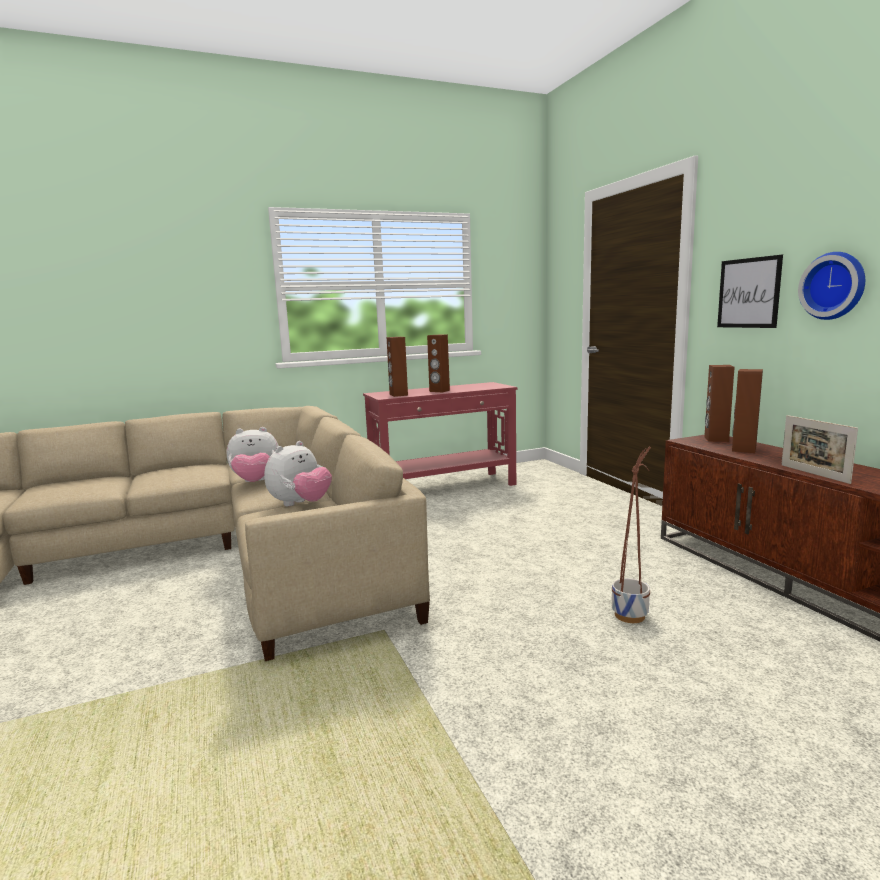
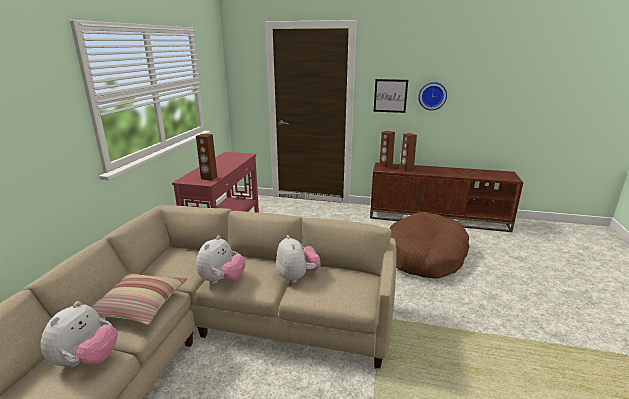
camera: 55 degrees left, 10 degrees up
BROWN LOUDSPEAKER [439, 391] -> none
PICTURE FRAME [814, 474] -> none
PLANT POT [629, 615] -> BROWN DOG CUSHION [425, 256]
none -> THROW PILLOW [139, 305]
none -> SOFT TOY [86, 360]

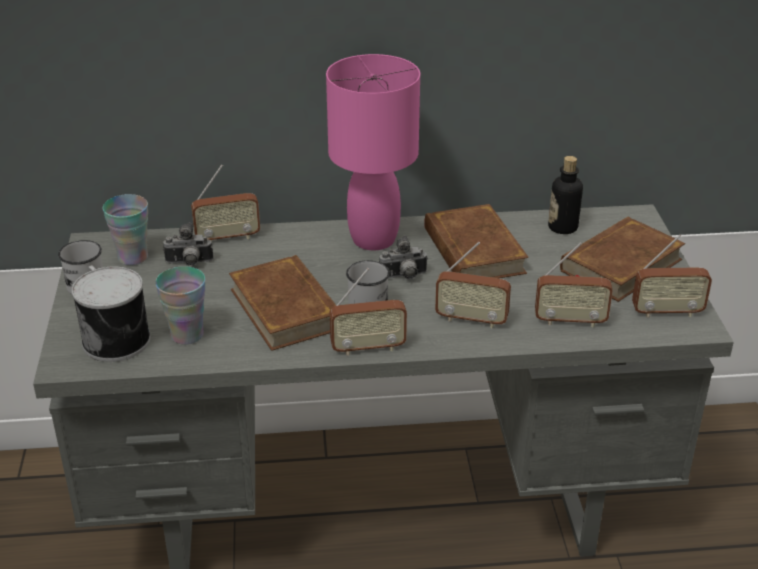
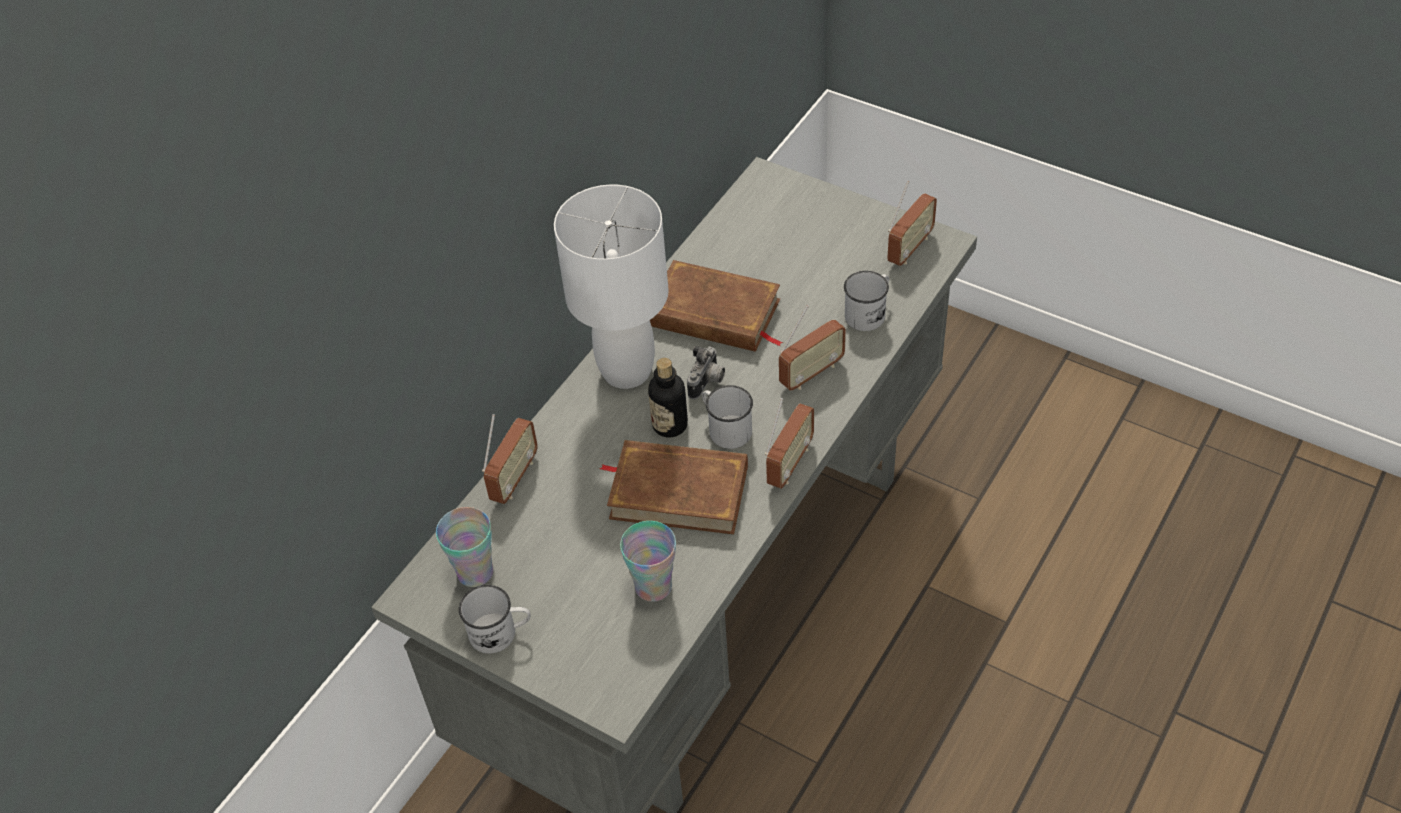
camera: 50 degrees left, 15 degrees up
PINK TABLETOP LAMP [373, 239] -> WHITE-COLOURED TABLETOP LAMP [627, 371]
BEVERAGE BOTTLE [562, 227] -> BEVERAGE BOTTLE [670, 425], relocated
BROWN BOUND BOOK [620, 265] -> none
STILL CAMERA [189, 263] -> none
RADIO [570, 321] -> WHITE-COLOURED MUG [869, 313]
CAN [118, 340] -> none

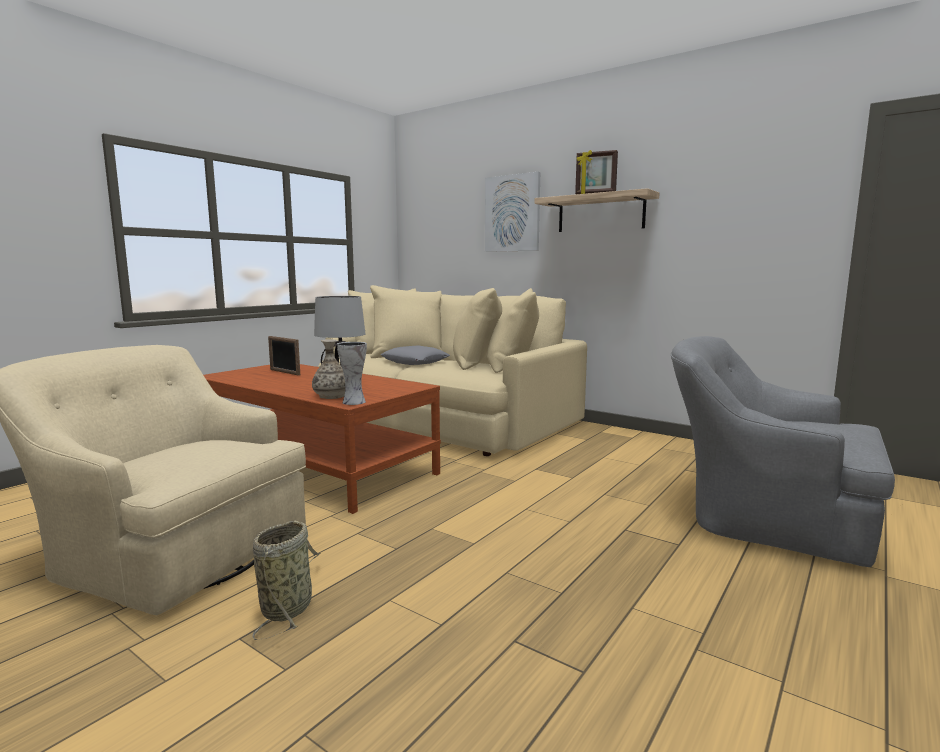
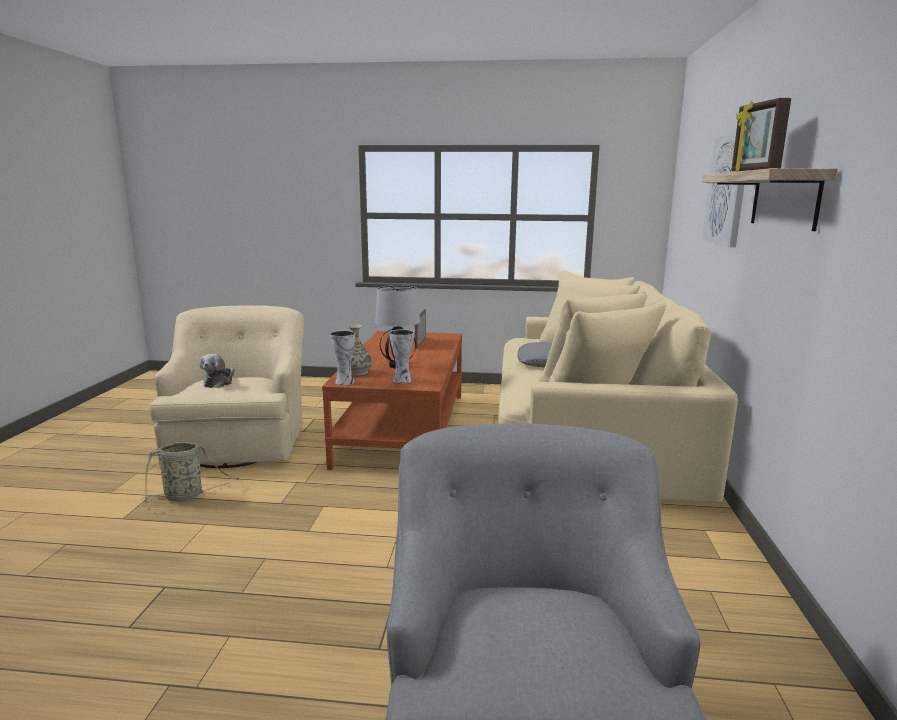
camera: 60 degrees right, 5 degrees up
none -> DECORATIVE VASE [402, 380]
none -> SOFT TOY [219, 382]

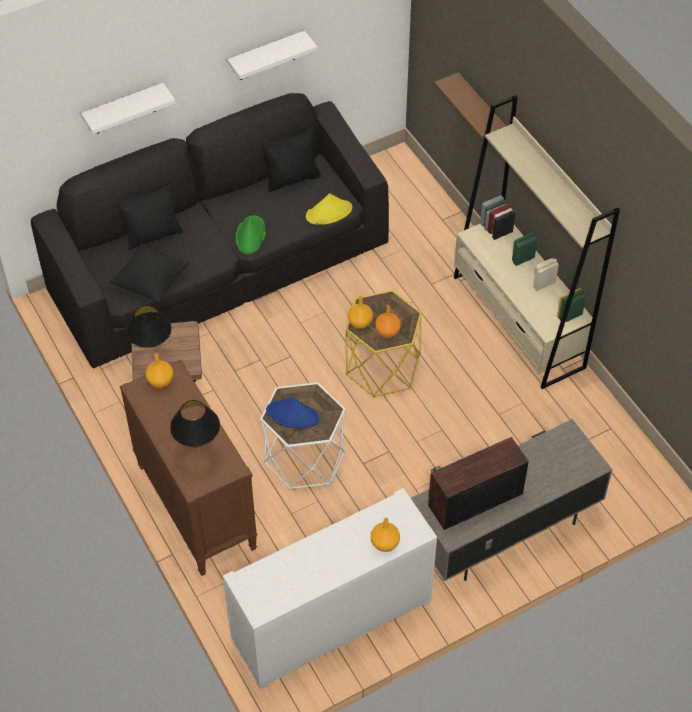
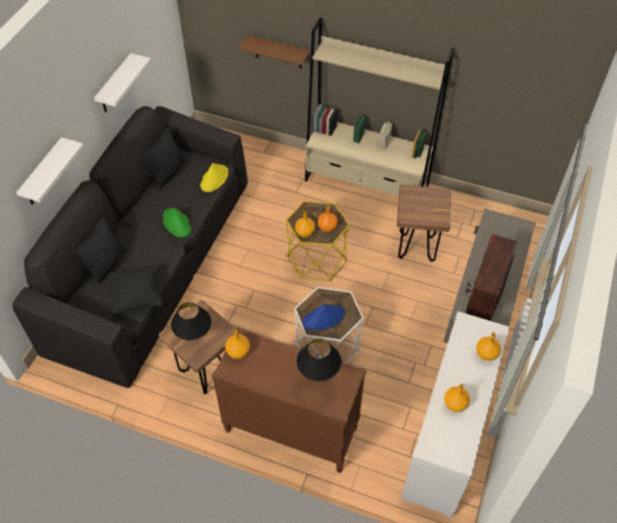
camera: 40 degrees left, 0 degrees up
none -> BROWN STOOL SEAT [416, 248]
none -> ORANGE DECORATIVE VASE [454, 404]

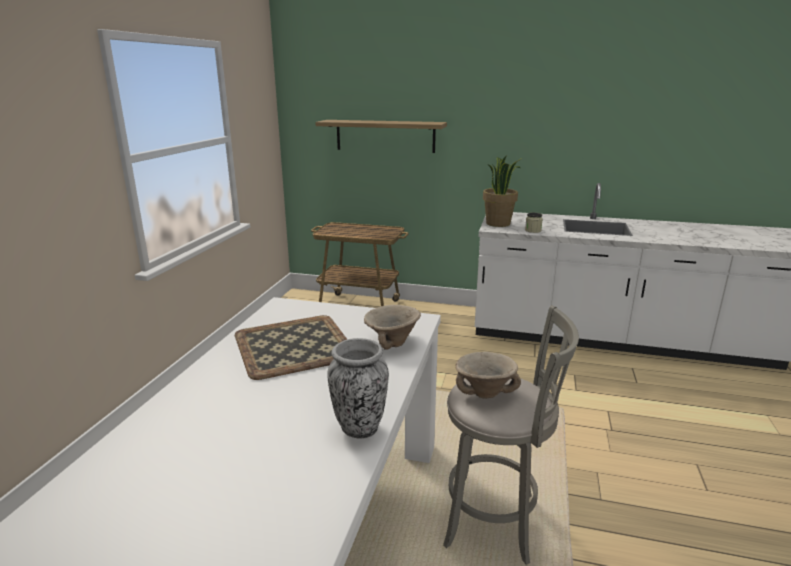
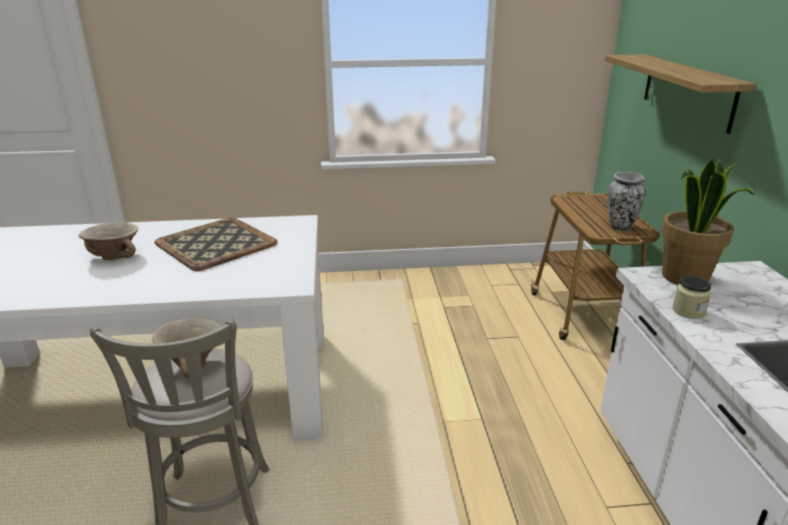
camera: 70 degrees right, 5 degrees up
BEIGE-COLOURED BOWL [391, 342] -> BEIGE-COLOURED BOWL [115, 256], relocated
DECORATIVE VASE [360, 428] -> DECORATIVE VASE [620, 227], relocated

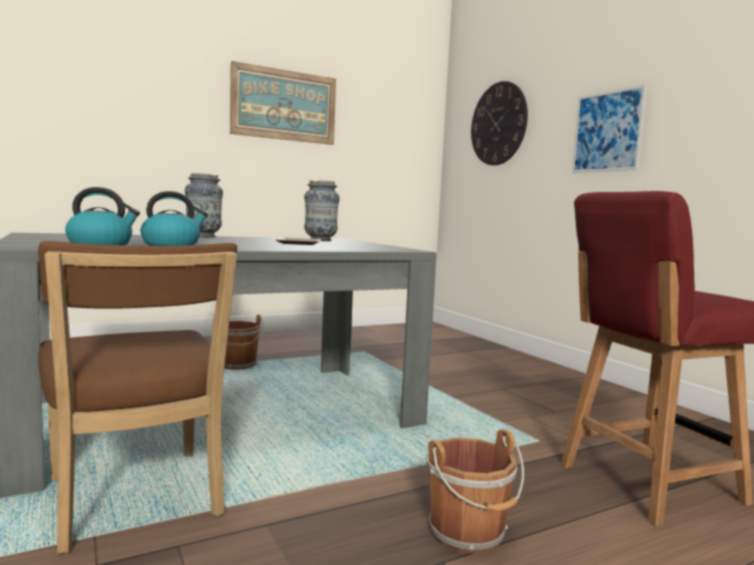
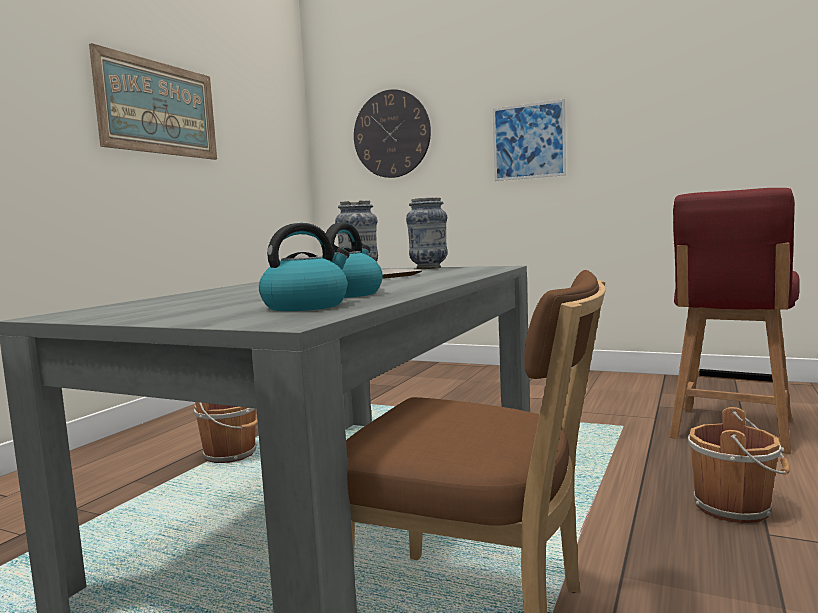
camera: 35 degrees left, 0 degrees up
DECORATIVE VASE [203, 236] -> DECORATIVE VASE [428, 268], relocated

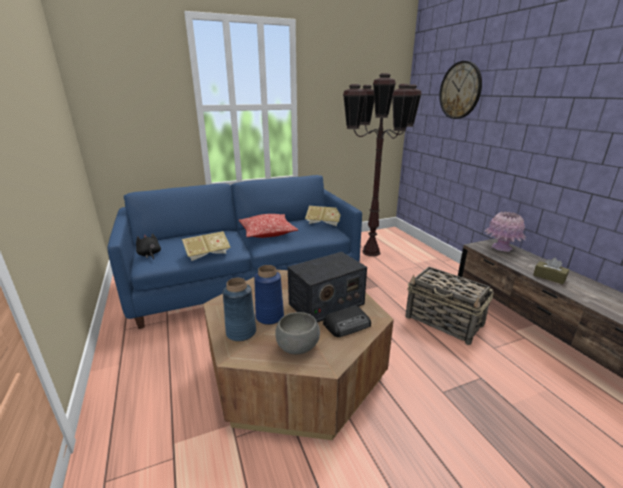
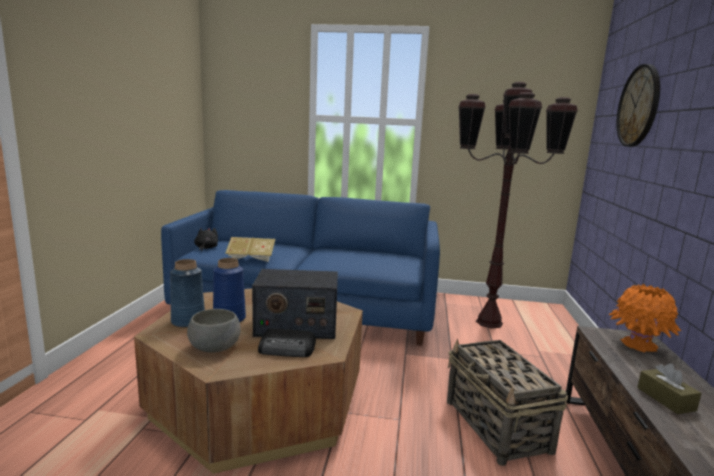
camera: 30 degrees right, 10 degrees down
BOUND BOOK [323, 223] -> none
PINK DECORATIVE VASE [501, 247] -> ORANGE DECORATIVE VASE [638, 345]
THROW PILLOW [267, 233] -> none

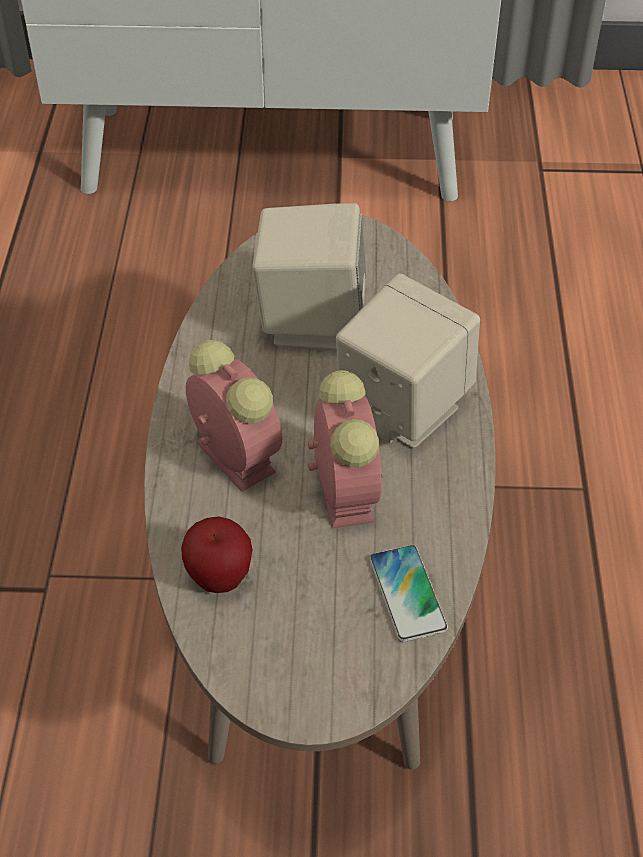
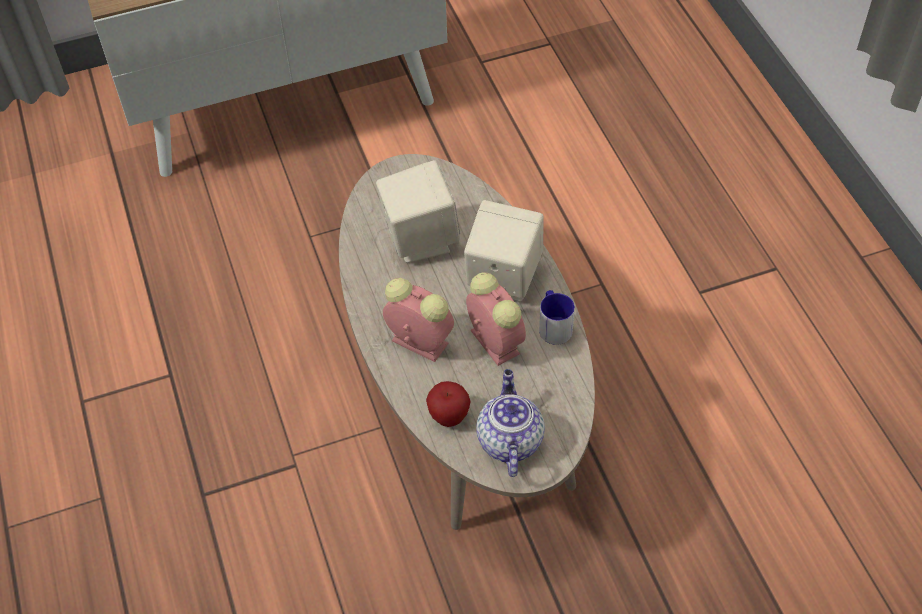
camera: 20 degrees left, 5 degrees up
HANDSET [407, 594] -> none
none -> MUG [553, 325]
none -> TEA POT [509, 440]

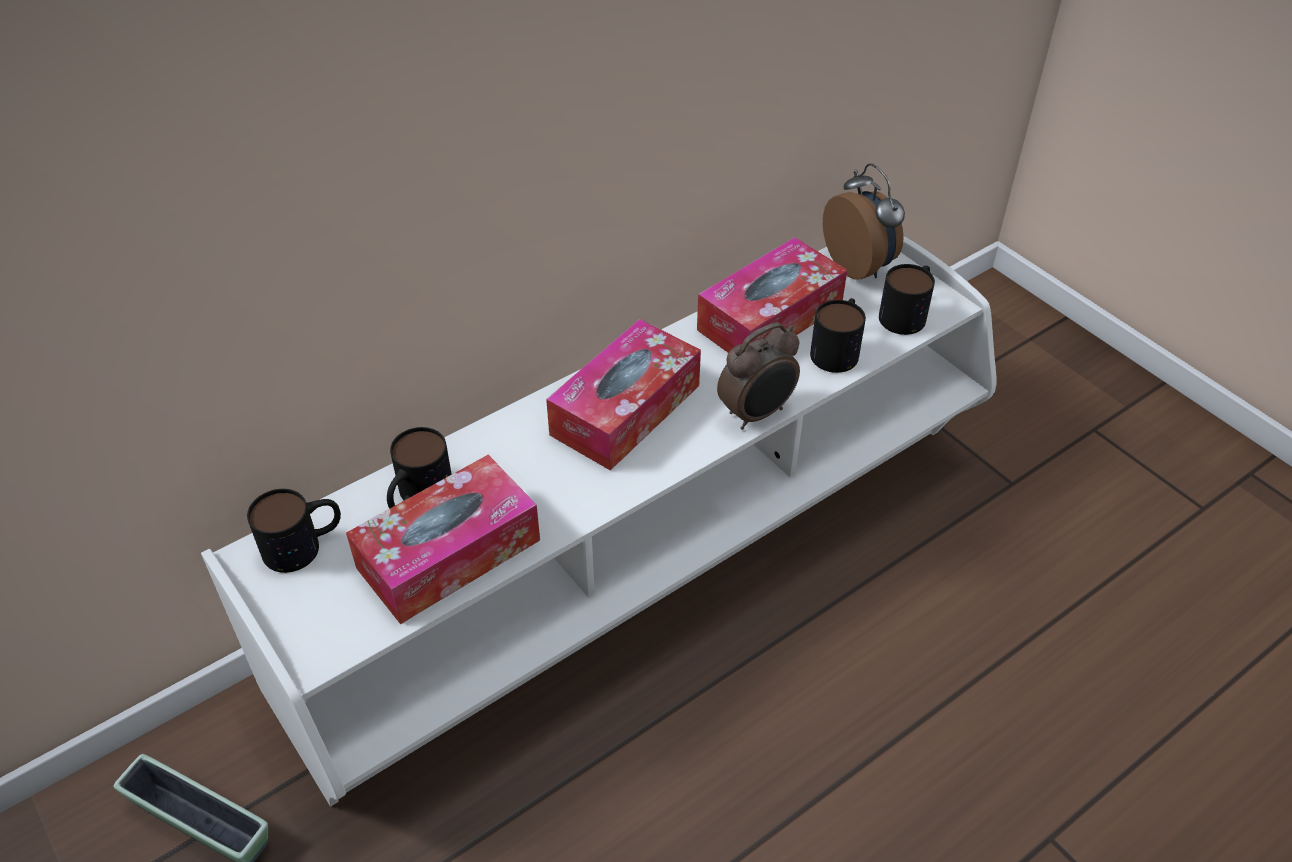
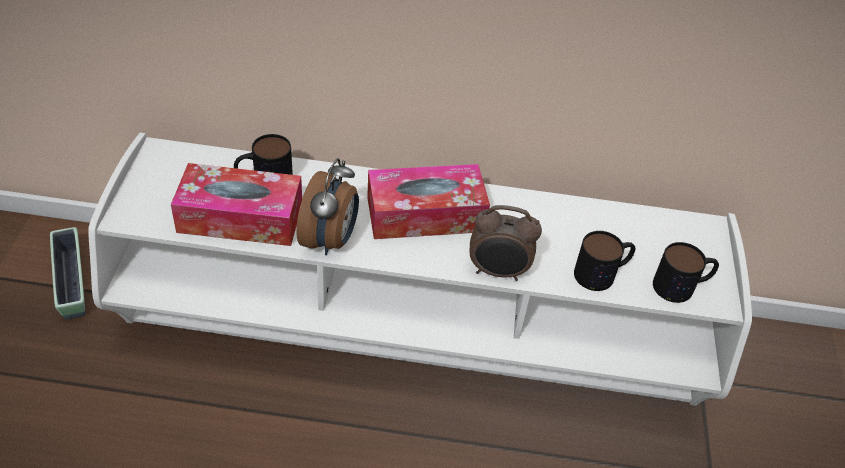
camera: 40 degrees right, 0 degrees up
TABLE CLOCK [860, 266] -> TABLE CLOCK [330, 240], relocated
BOX OF TISSUES [770, 318] -> none
MUG [304, 544] -> none

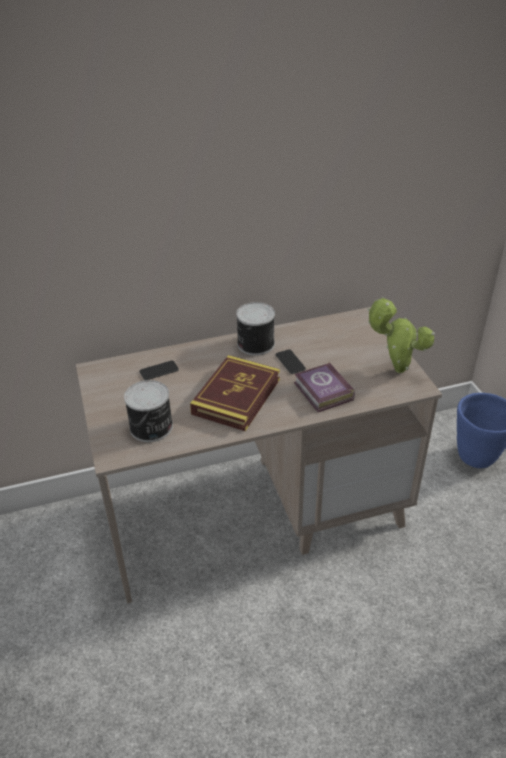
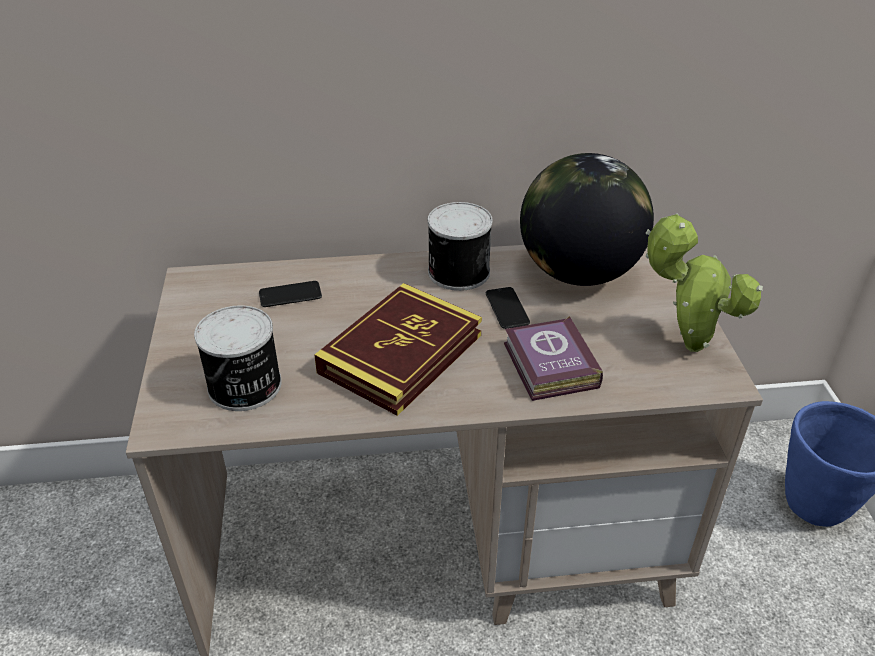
camera: 10 degrees right, 0 degrees up
none -> GLOBE [578, 273]

